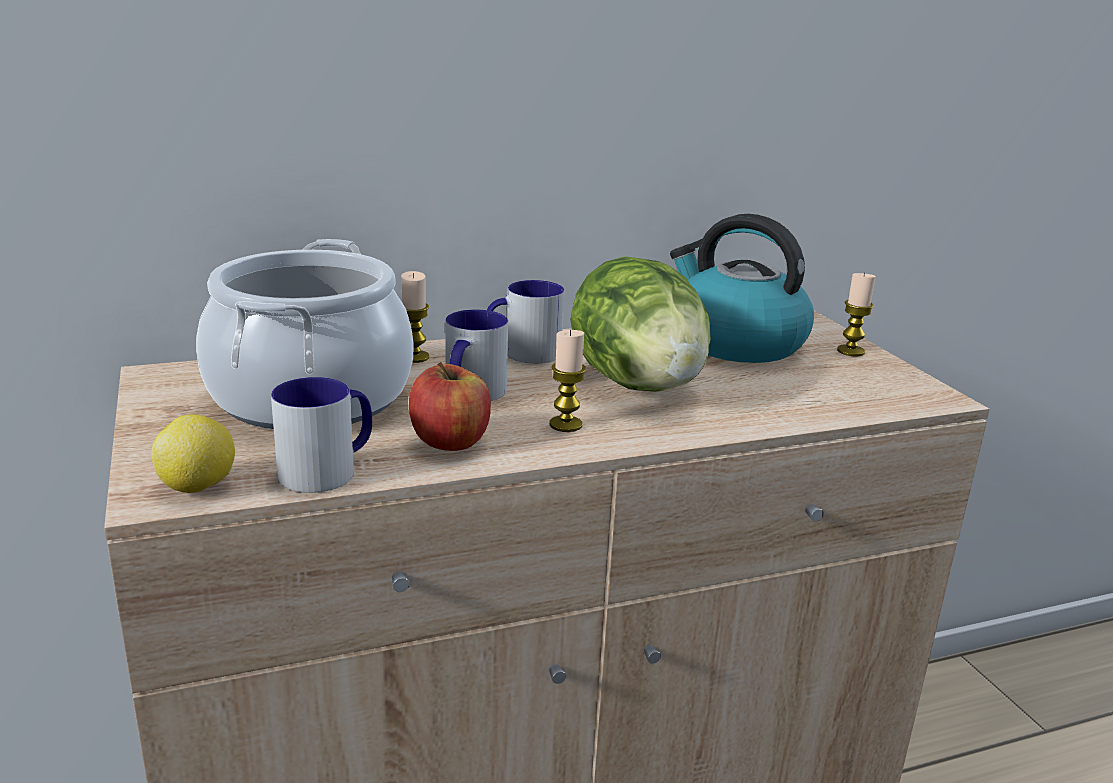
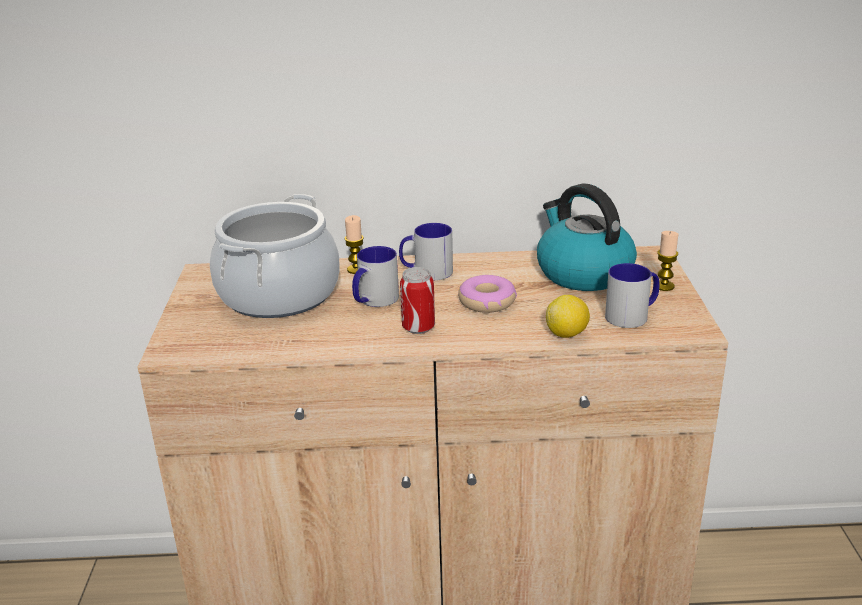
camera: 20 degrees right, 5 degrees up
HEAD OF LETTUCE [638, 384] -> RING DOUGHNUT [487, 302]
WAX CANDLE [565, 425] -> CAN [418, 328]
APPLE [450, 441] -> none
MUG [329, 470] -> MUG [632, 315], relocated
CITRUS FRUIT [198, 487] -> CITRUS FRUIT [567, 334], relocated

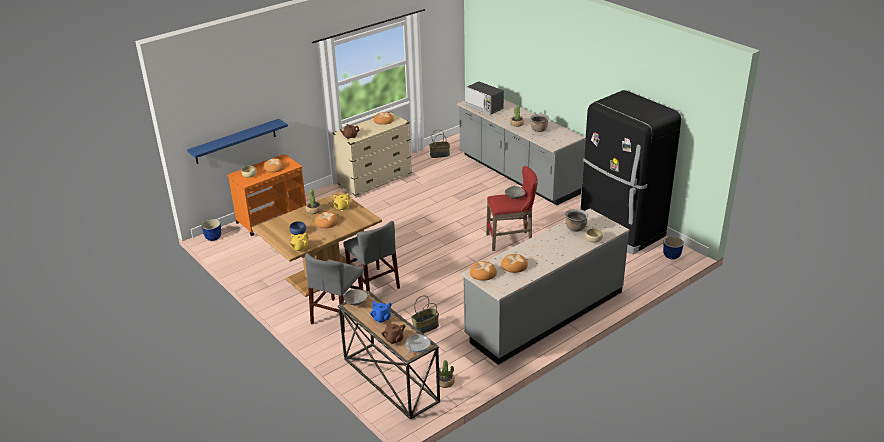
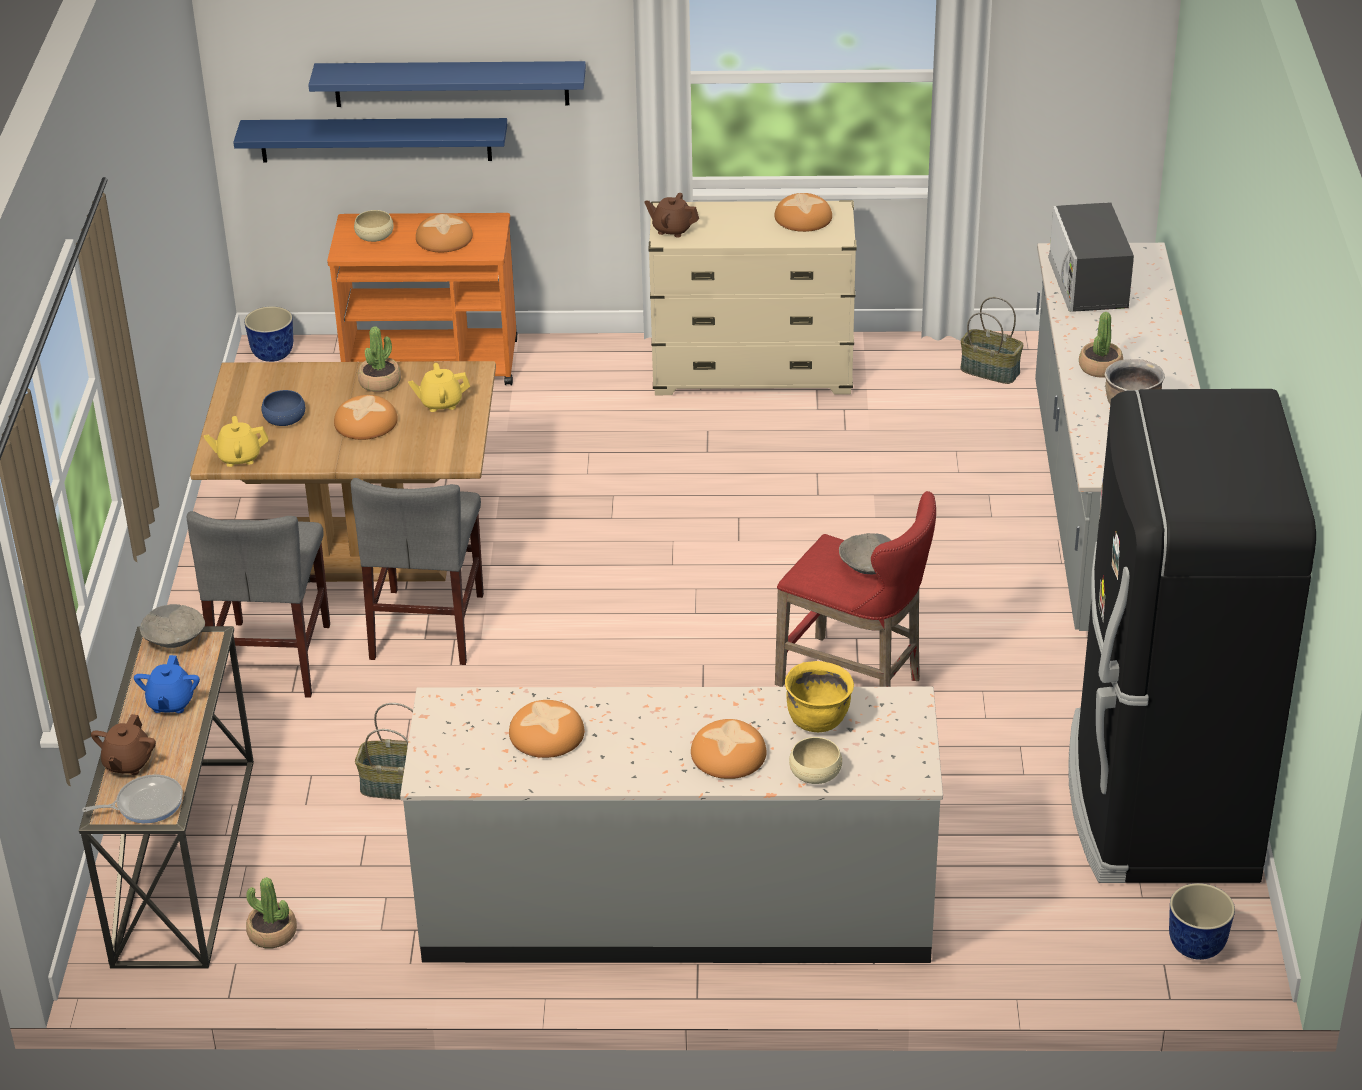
camera: 40 degrees right, 5 degrees up
BROWN COOKING POT [575, 228] -> YELLOWISH COOKING POT [818, 720]
GREYISH CHAIR [338, 315] -> GREYISH CHAIR [273, 658], 60 degrees counterclockwise
BAKED BREAD [482, 273] -> BAKED BREAD [727, 754], relocated
none -> BLUE-COLOURED BRACKET SHELF [451, 83]

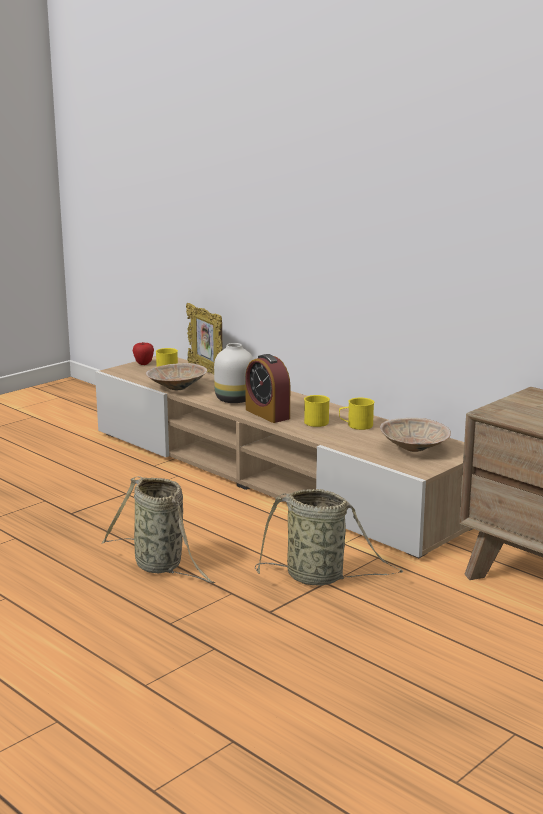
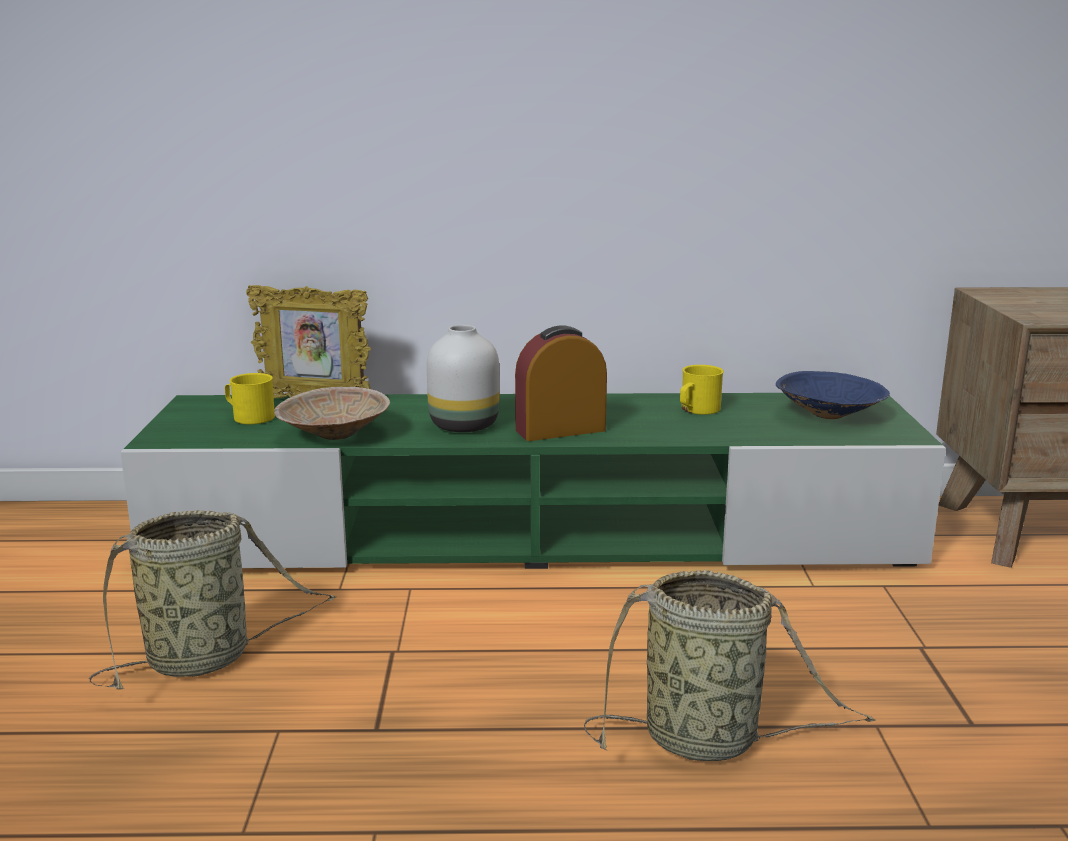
camera: 45 degrees left, 0 degrees up
APPLE [143, 363] -> none
TABLE CLOCK [267, 414] -> TABLE CLOCK [560, 430], 150 degrees clockwise
BEIGE-COLOURED TV UNIT [272, 476] -> GREEN TV UNIT [535, 536]
YELLOWISH MUG [317, 421] -> none
BEIGE-COLOURED BOWL [414, 449] -> BLUE-COLOURED BOWL [830, 416]
BASKET [319, 578] -> BASKET [206, 658], relocated

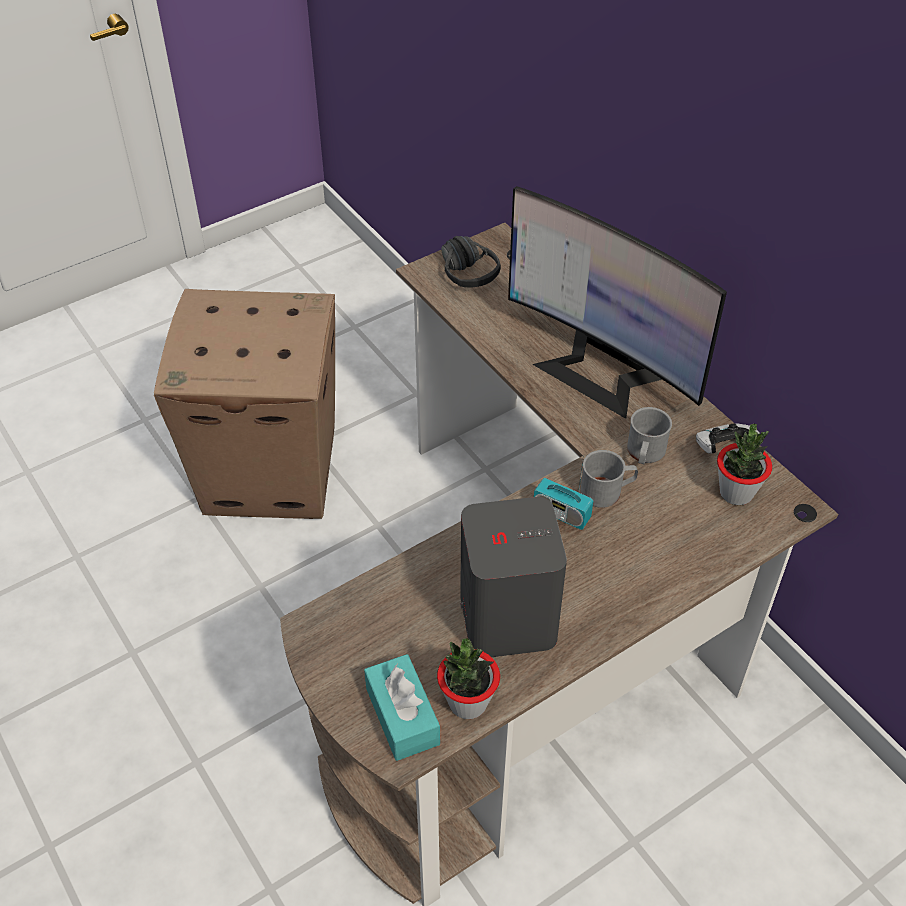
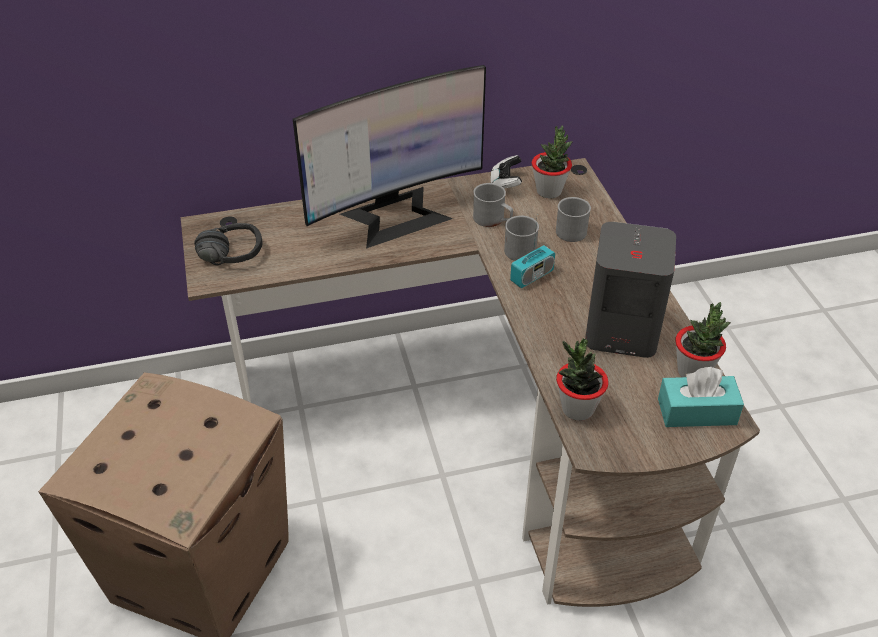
camera: 70 degrees left, 5 degrees down
none -> GREYISH MUG [571, 229]
none -> PLANT IN A POT [577, 409]

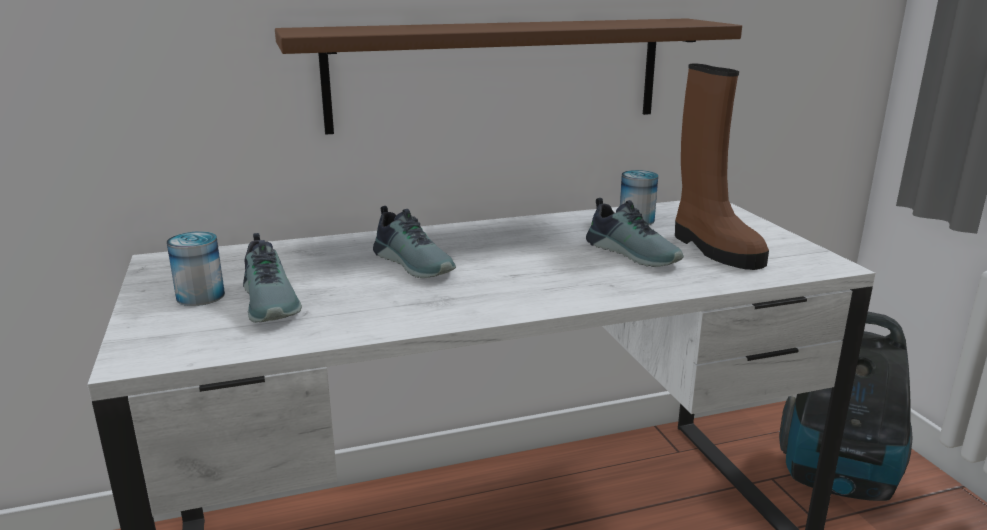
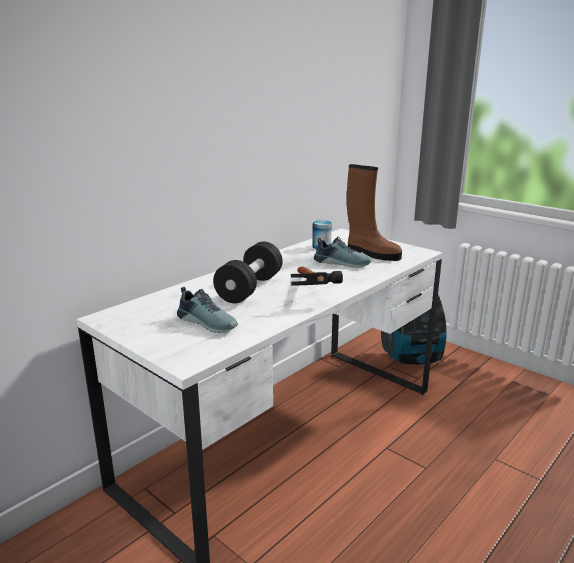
camera: 30 degrees left, 0 degrees up
BROWN BRACKET SHELF [497, 74] -> none
LOW SHOE [416, 263] -> BLACK FREE WEIGHT [250, 288]
CAN [200, 296] -> none
none -> HAND HAMMER [313, 293]

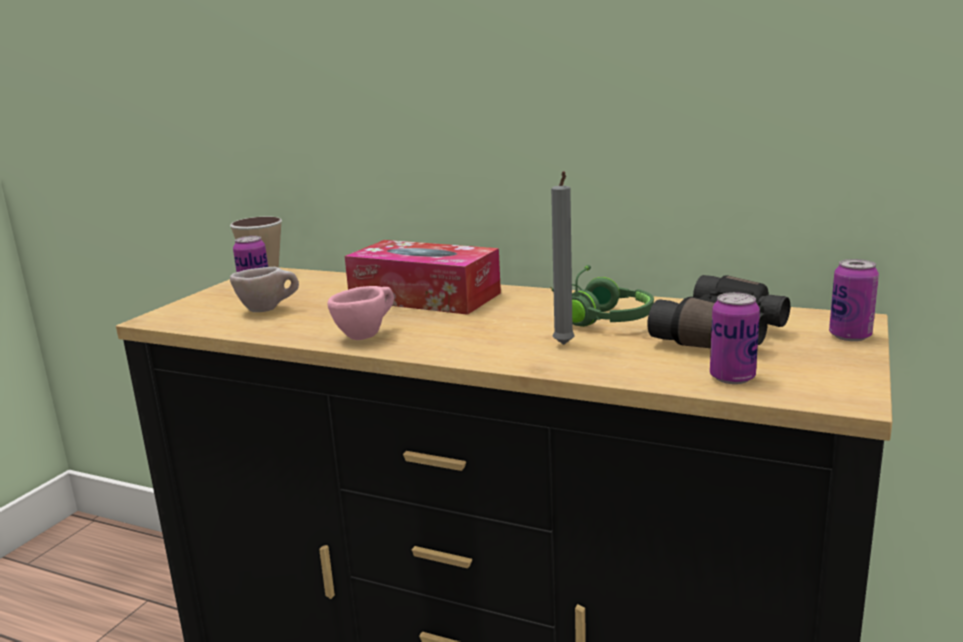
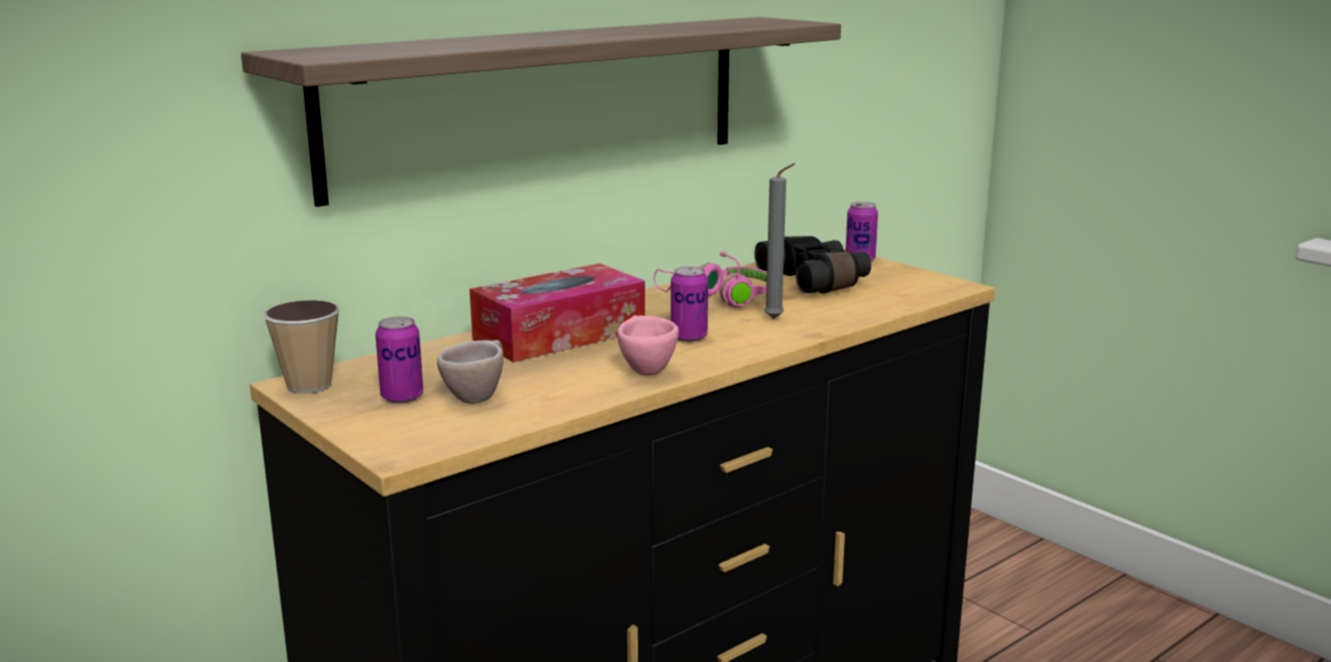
camera: 65 degrees left, 0 degrees up
GREEN HEADSET [597, 316] -> PINK HEADSET [721, 298]
CAN [732, 377] -> CAN [689, 337], relocated
none -> BRACKET SHELF [542, 102]

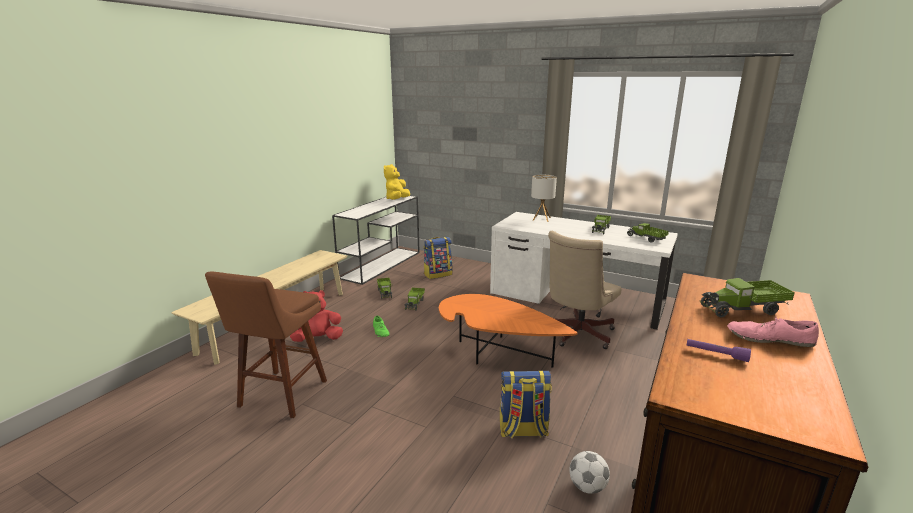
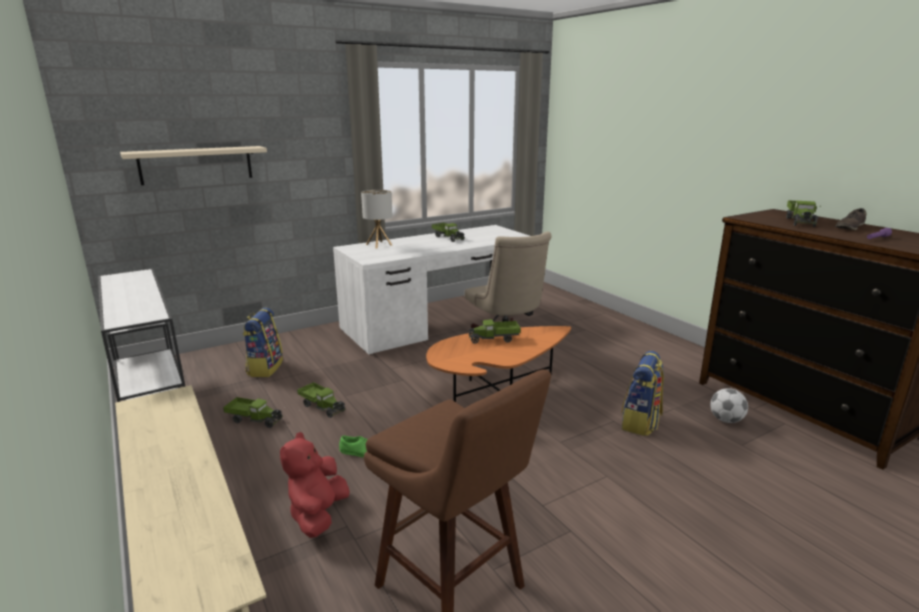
camera: 60 degrees left, 0 degrees up
YELLOWISH SOFT TOY [397, 199] -> none
TOY TRUCK [646, 238] -> TOY TRUCK [494, 339], relocated
PINK LOW SHOE [769, 339] -> BROWN LOW SHOE [850, 227]
none -> BEIGE-COLOURED BRACKET SHELF [196, 165]

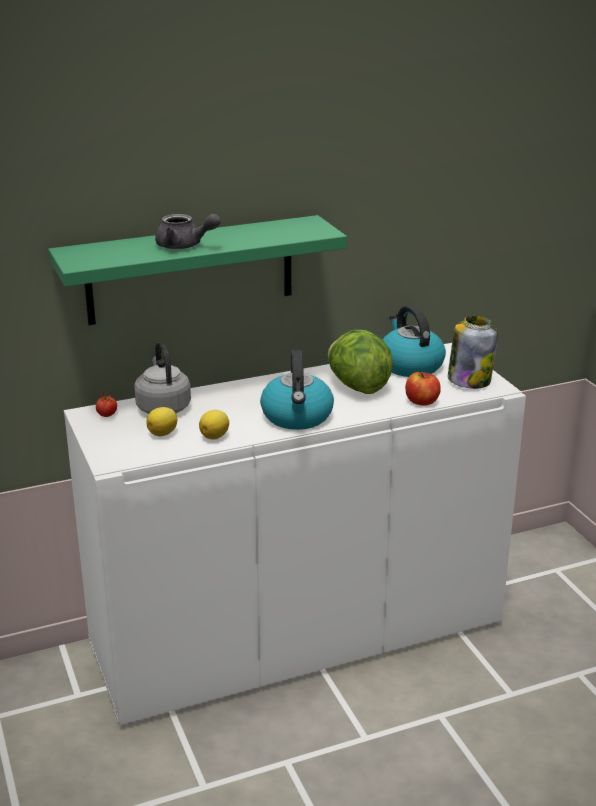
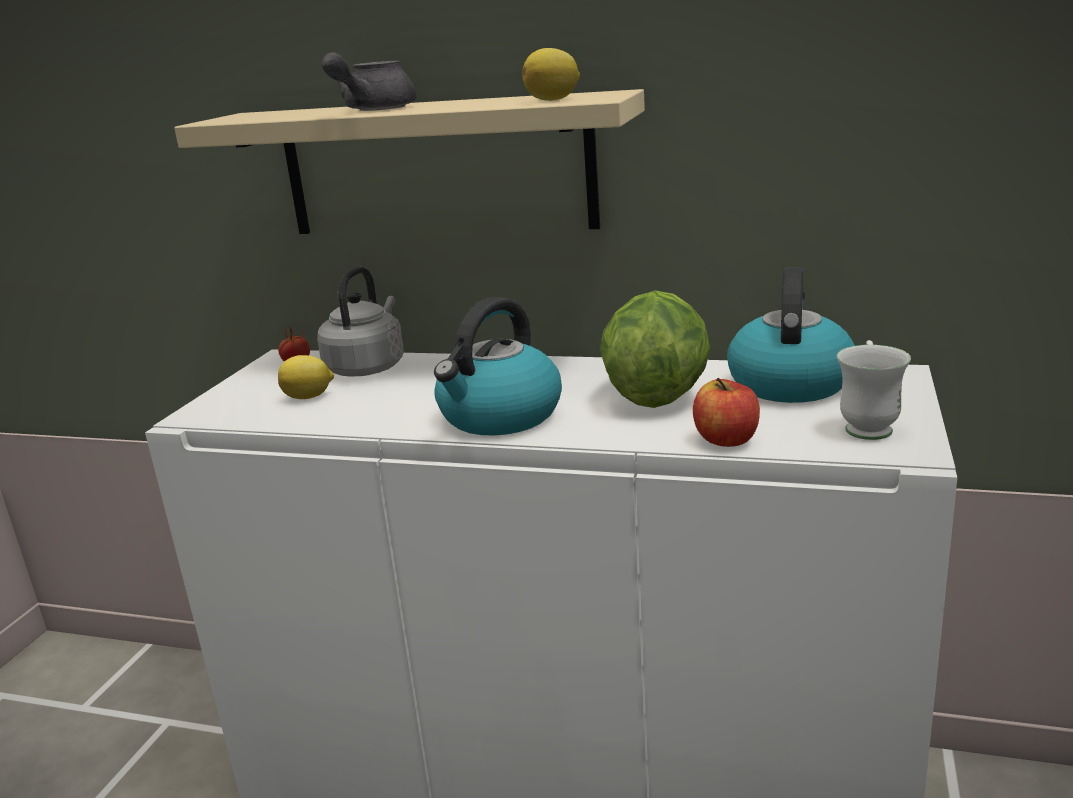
camera: 40 degrees right, 5 degrees down
GREYISH TEA POT [184, 246] -> GREYISH TEA POT [372, 110], 60 degrees clockwise
GREEN BRACKET SHELF [190, 270] -> BEIGE-COLOURED BRACKET SHELF [436, 167]
STORAGE JAR [469, 380] -> WHITE-COLOURED MUG [867, 425]
CITRUS FRUIT [215, 436] -> CITRUS FRUIT [553, 100], relocated

